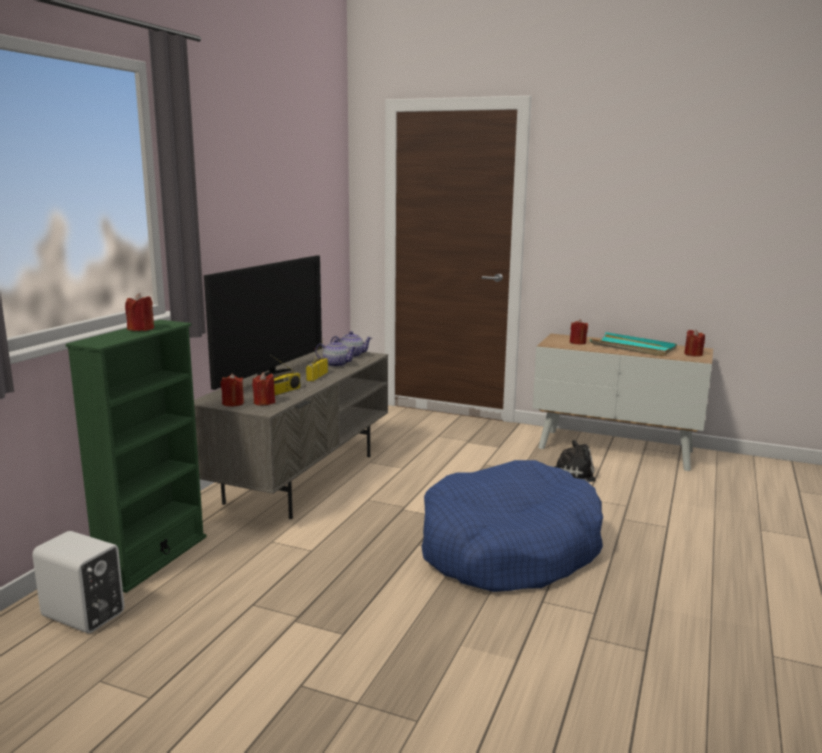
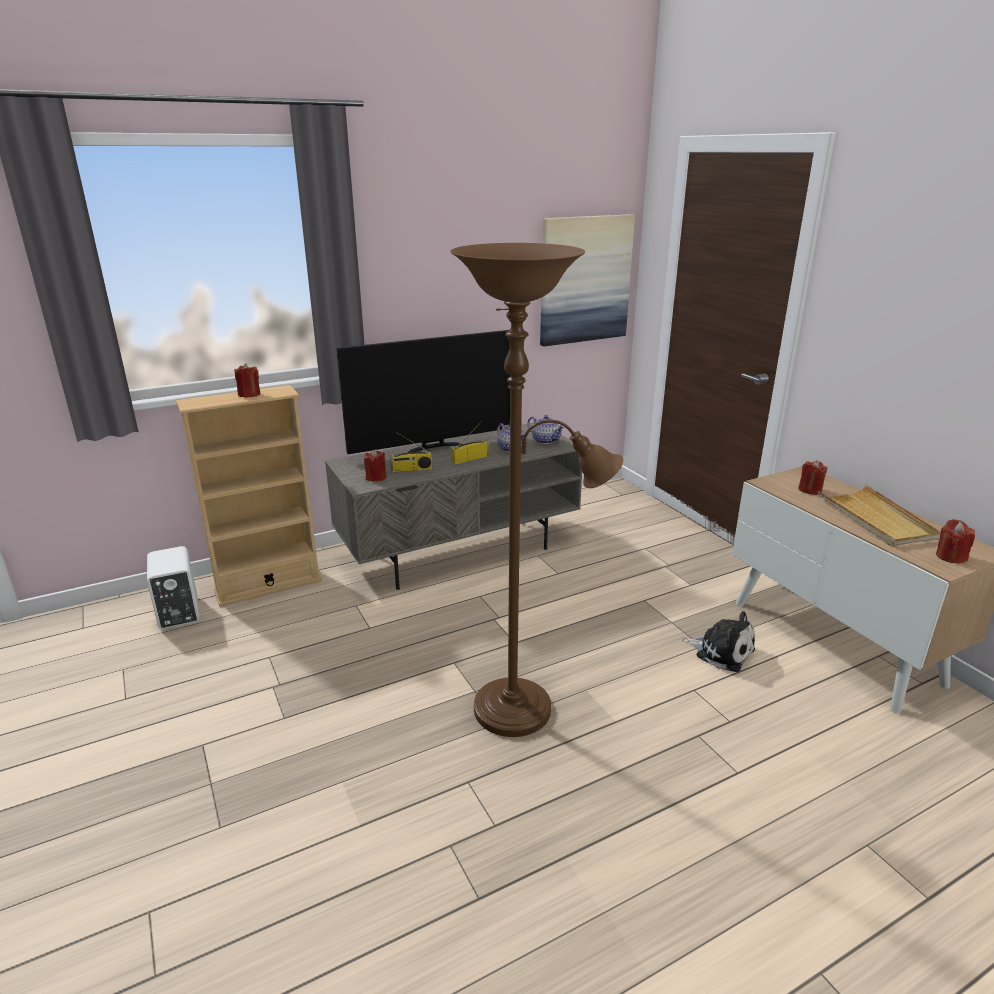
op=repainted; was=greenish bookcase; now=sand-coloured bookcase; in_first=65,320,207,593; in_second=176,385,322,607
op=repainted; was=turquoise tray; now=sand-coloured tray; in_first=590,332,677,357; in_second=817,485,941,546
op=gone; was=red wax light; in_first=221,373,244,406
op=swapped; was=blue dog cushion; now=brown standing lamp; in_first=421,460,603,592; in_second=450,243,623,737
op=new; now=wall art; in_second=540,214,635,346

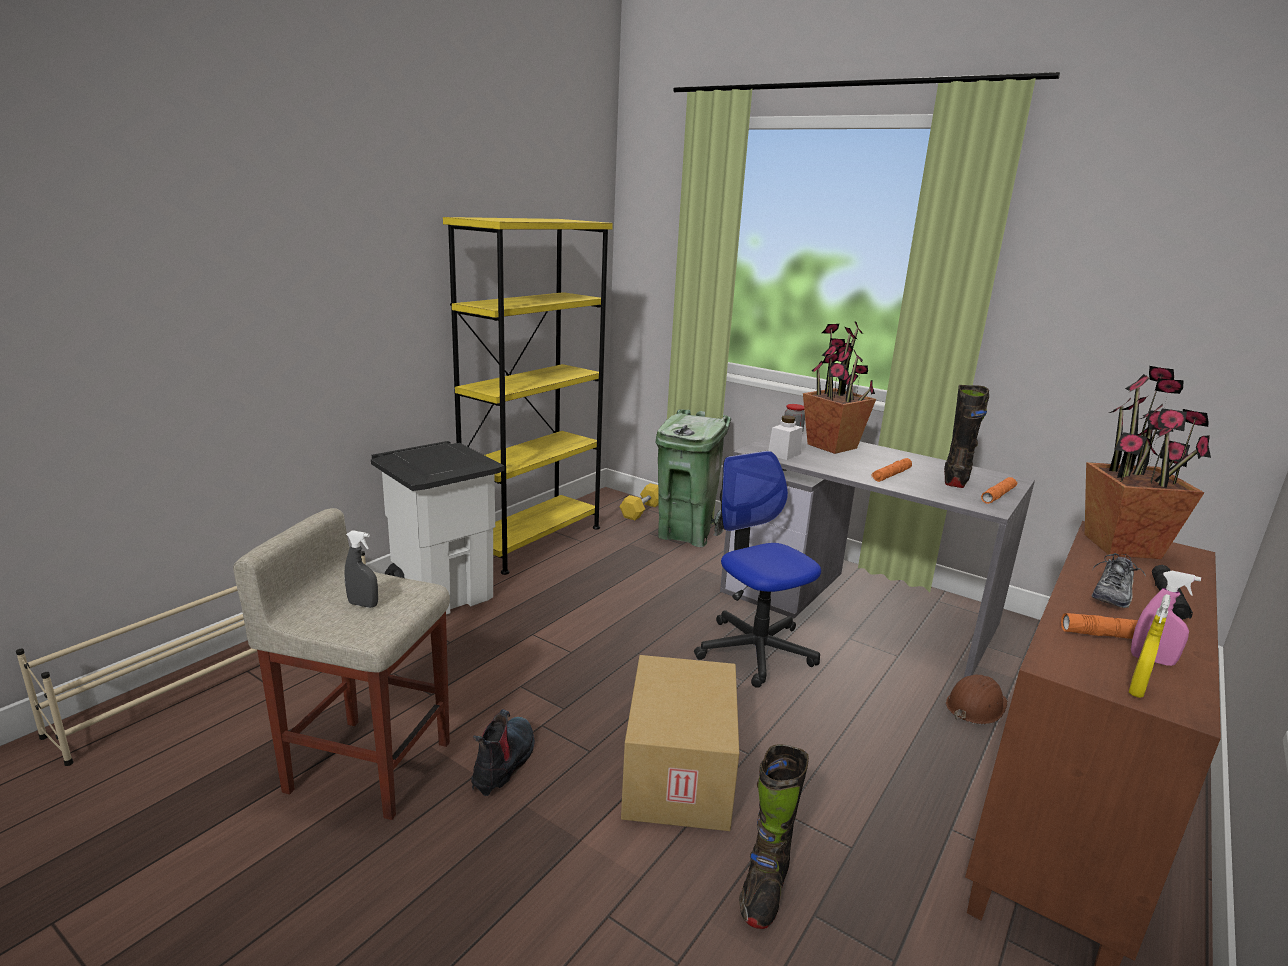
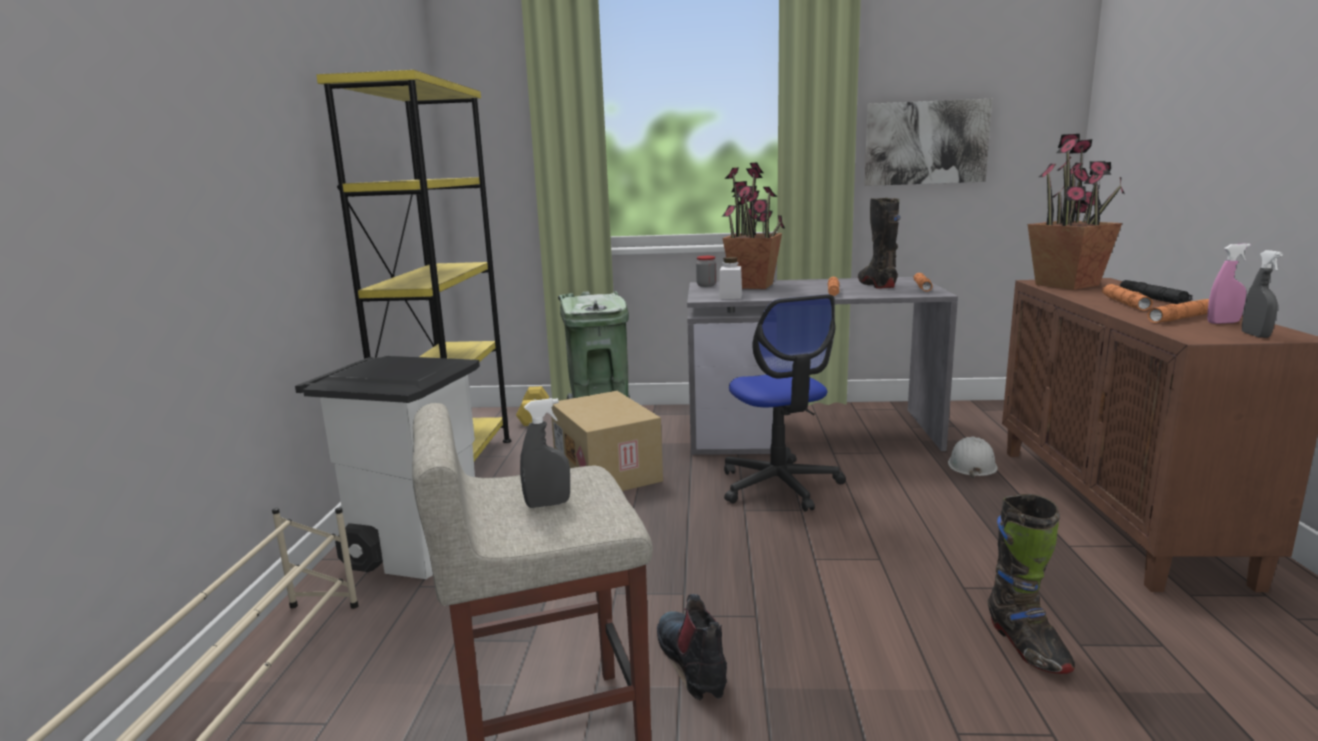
op=rotated; was=office chair; in_first=694,451,821,688; in_second=724,294,846,512; clockwise=-135
op=swapped; was=low shoe; now=orangey hand torch; in_first=1092,553,1146,608; in_second=1102,284,1153,311
op=repainted; was=yellowish sprayer; now=grey sprayer; in_first=1129,594,1171,698; in_second=1242,250,1283,338
op=shifted; was=carton; in_first=621,655,739,831; in_second=551,391,663,491
op=repainted; was=brown hard hat; now=white-coloured hard hat; in_first=945,675,1008,724; in_second=948,437,998,478
op=new; now=wall art; in_second=864,99,992,186

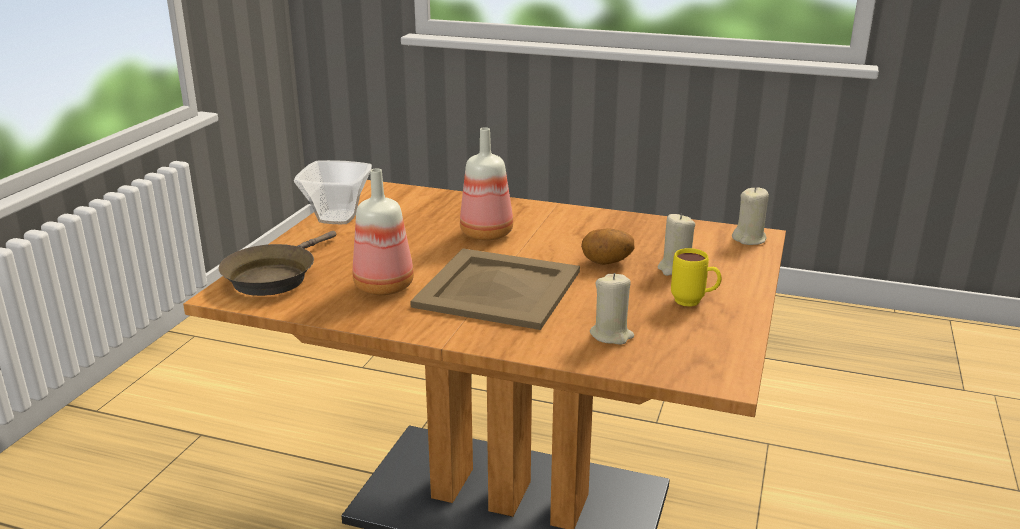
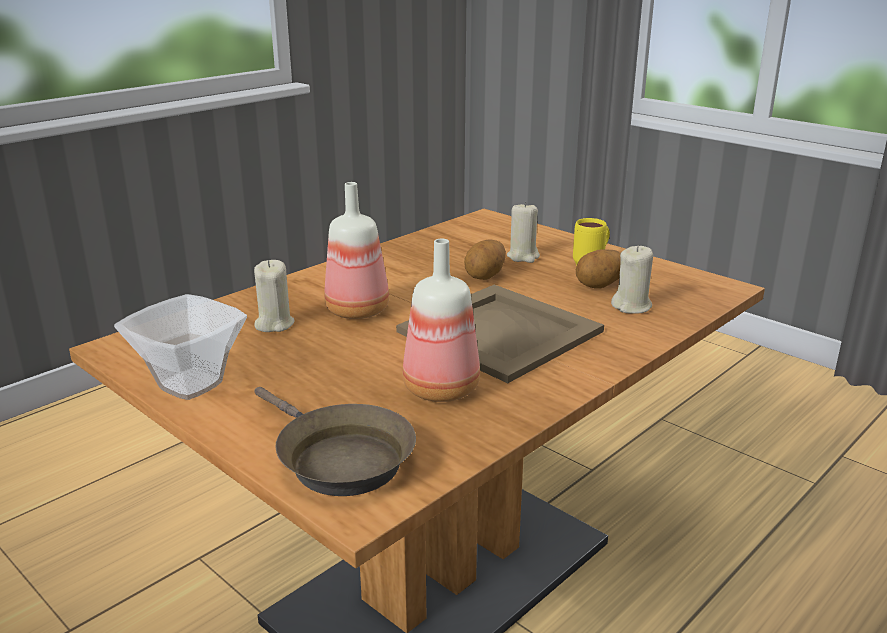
op=shifted; was=sand-coloured wax light; in_first=732,187,769,245; in_second=254,260,295,332
op=new; now=whole potato; in_second=576,249,621,289

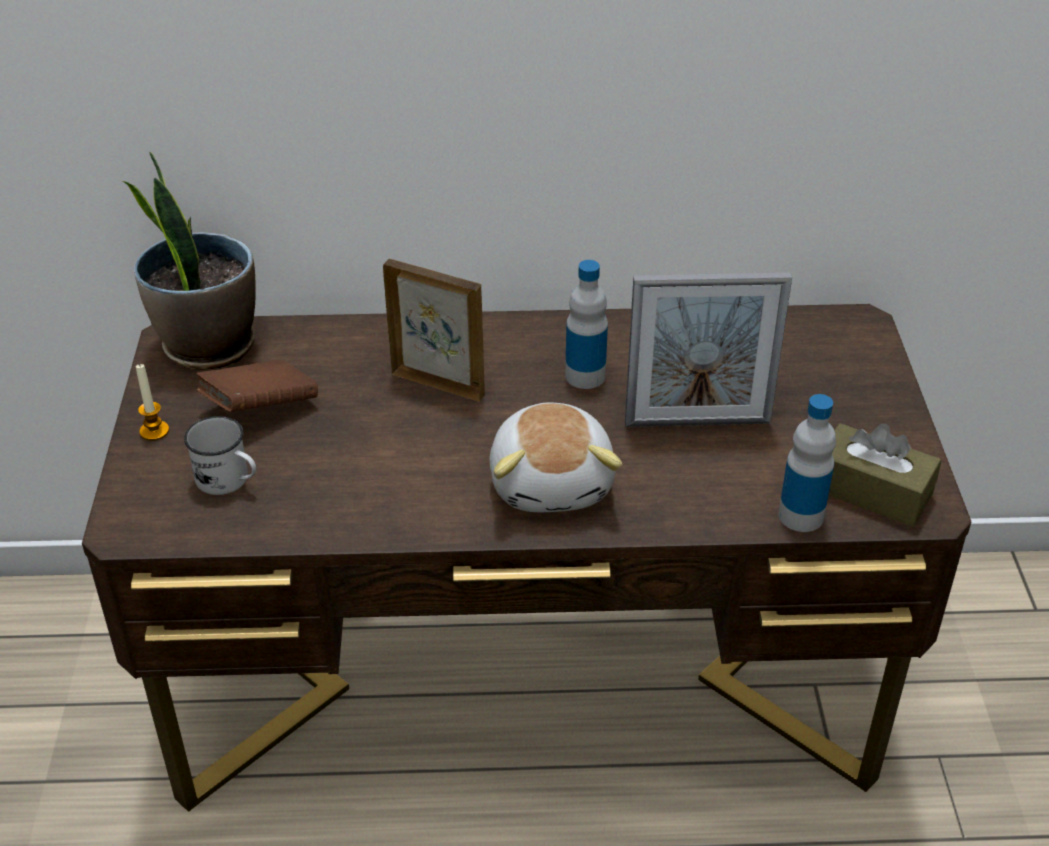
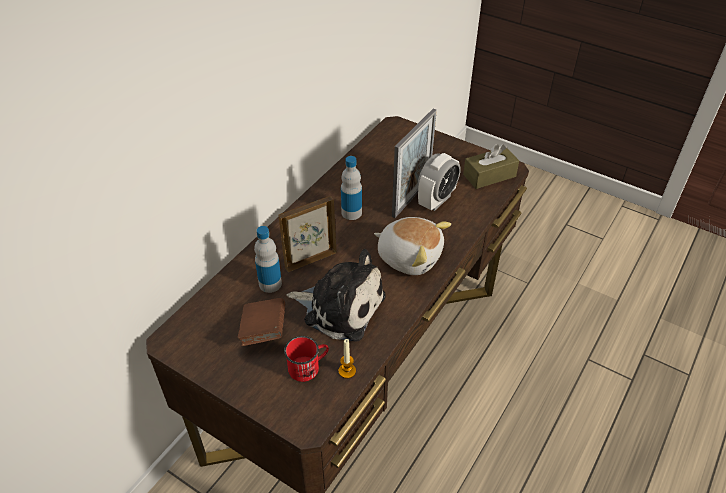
op=gone; was=houseplant; in_first=123,151,256,370
op=shifted; was=wax light; in_first=136,363,169,441; in_second=339,339,356,379
op=shifted; was=bottle; in_first=778,394,836,532; in_second=254,226,282,293
op=repainted; was=white-coloured tea mug; now=red tea mug; in_first=184,416,257,495; in_second=284,336,329,382
op=new; now=bedside clock; in_second=418,153,461,211
op=new; now=plush toy; in_second=287,249,386,342

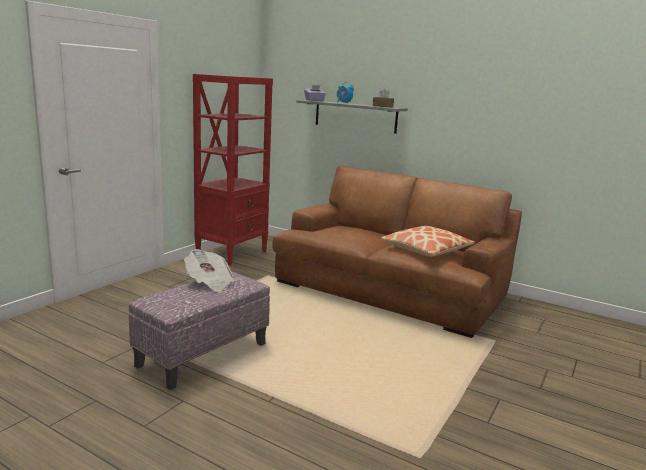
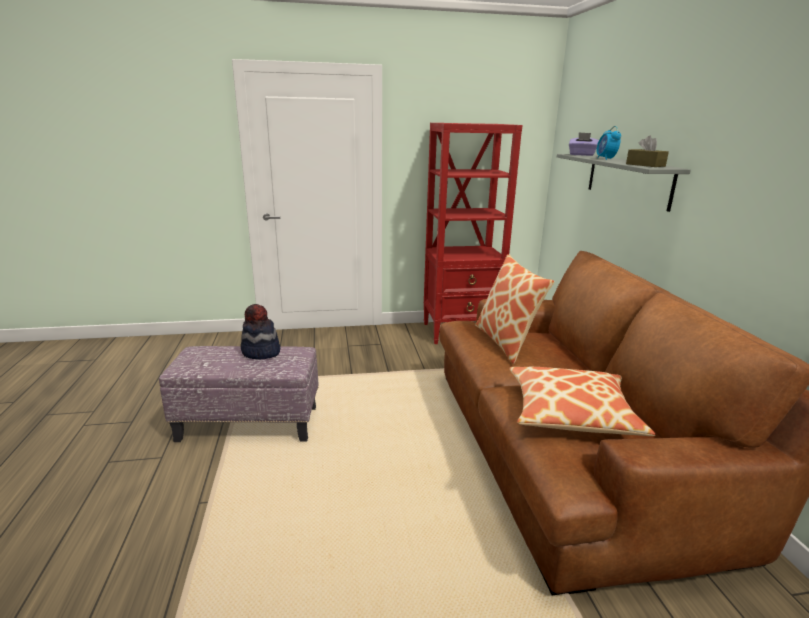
op=swapped; was=printed paper; now=clothing hat; in_first=184,249,235,292; in_second=240,304,280,359
op=new; now=cushion; in_second=475,254,554,364

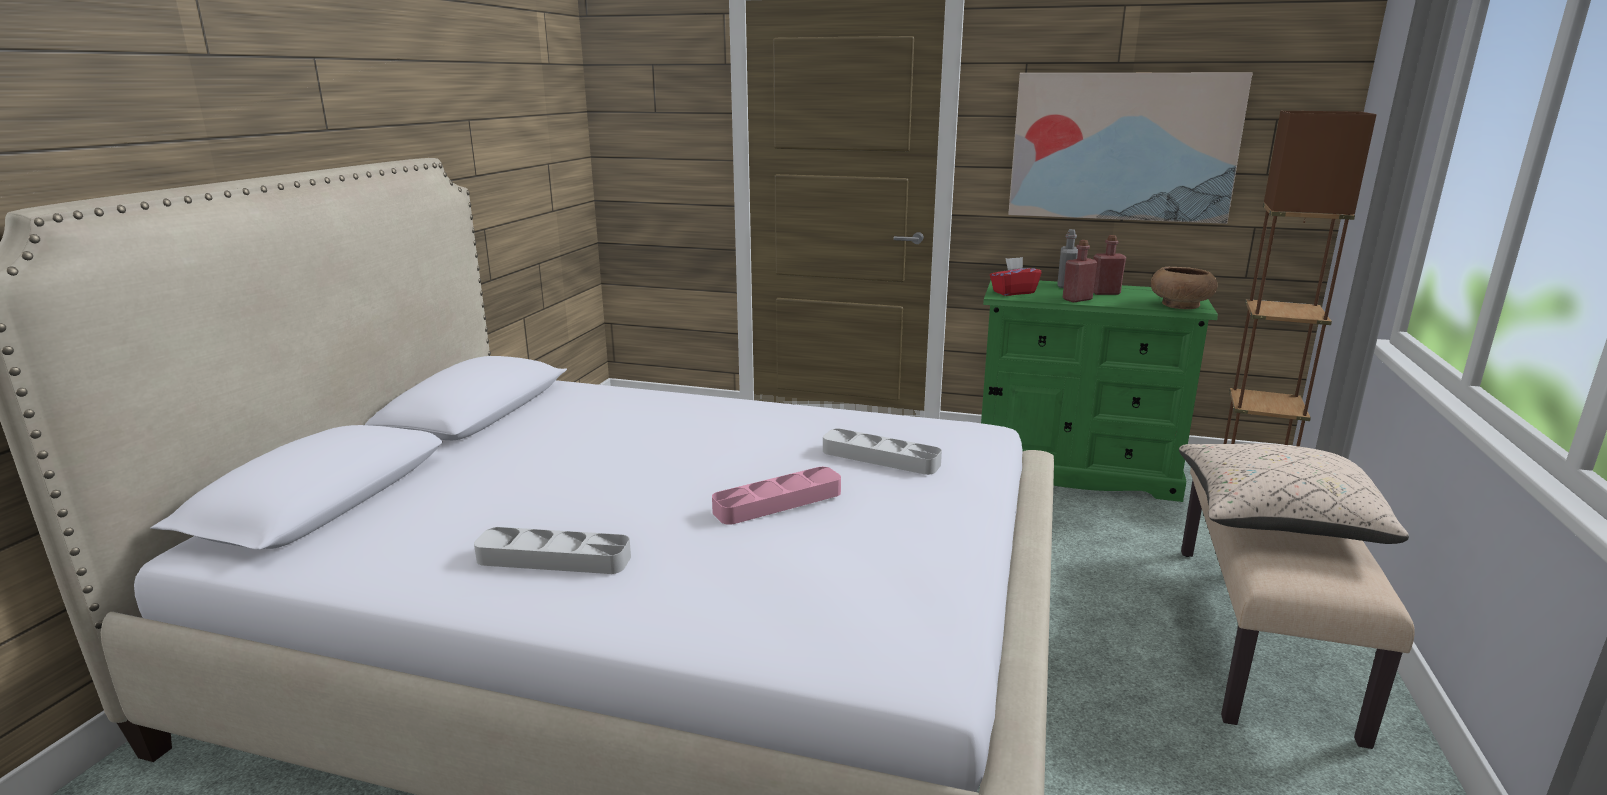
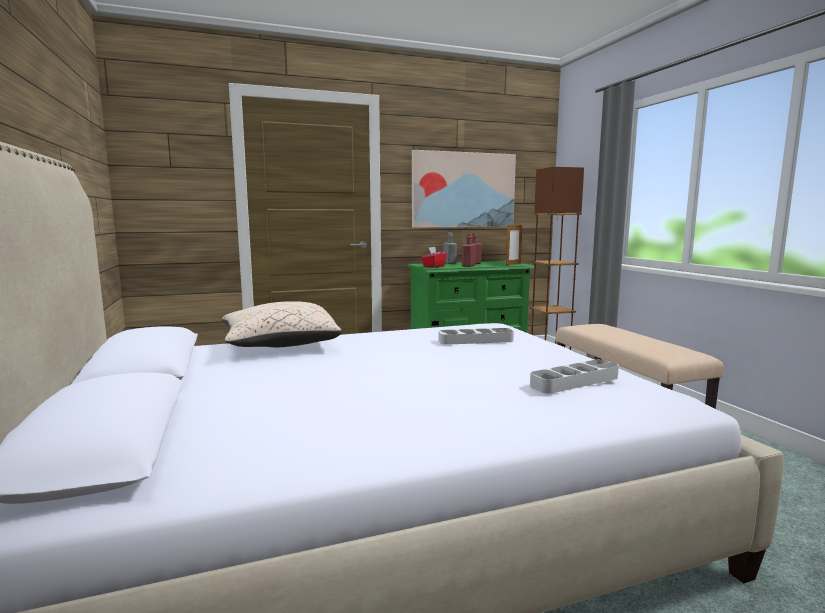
op=swapped; was=brown serving bowl; now=standing frame; in_first=1151,267,1218,309; in_second=506,225,522,265
op=shifted; was=sand-coloured cushion; in_first=1179,443,1409,544; in_second=222,301,342,347
op=gone; was=pink-coloured tray; in_first=712,467,841,525
op=shifted; was=grey tray; in_first=474,527,631,574; in_second=530,359,619,394

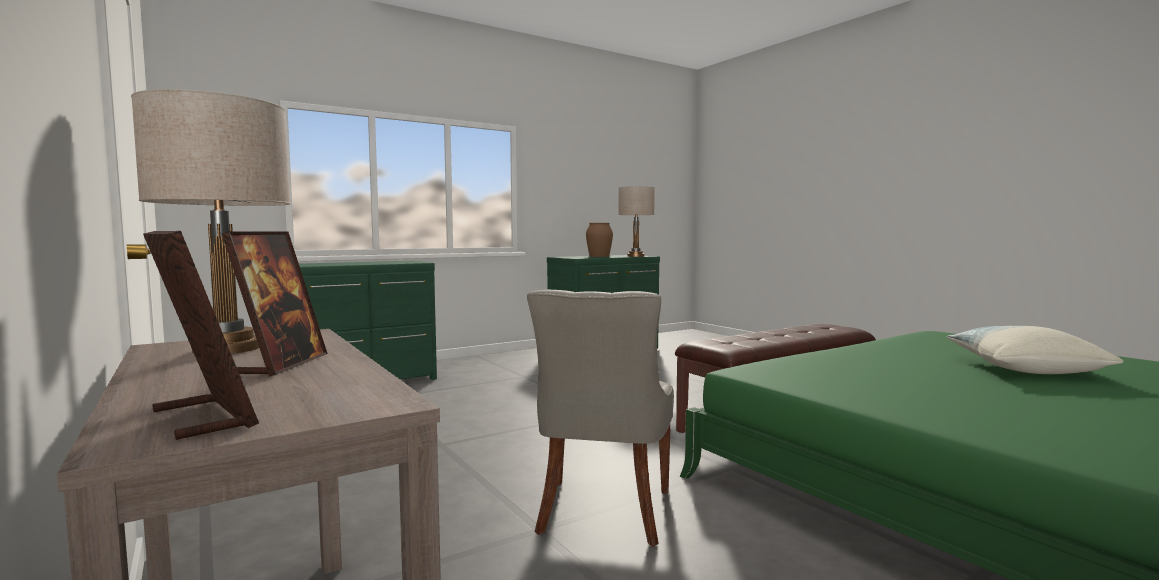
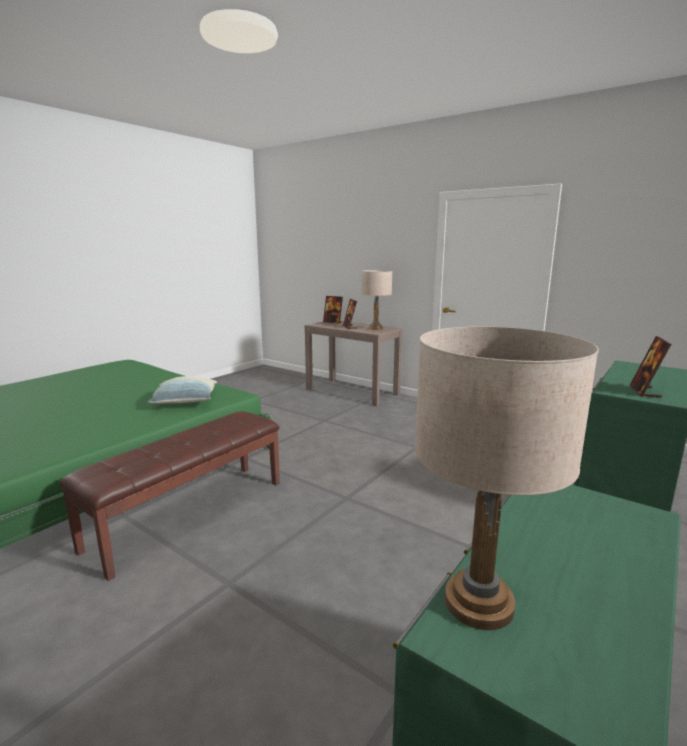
op=gone; was=brown vase; in_first=586,223,613,257
op=gone; was=grey plain chair; in_first=527,290,674,546
op=shifted; was=cushion; in_first=947,326,1123,374; in_second=148,376,217,404
op=new; now=standing frame; in_second=630,336,671,397

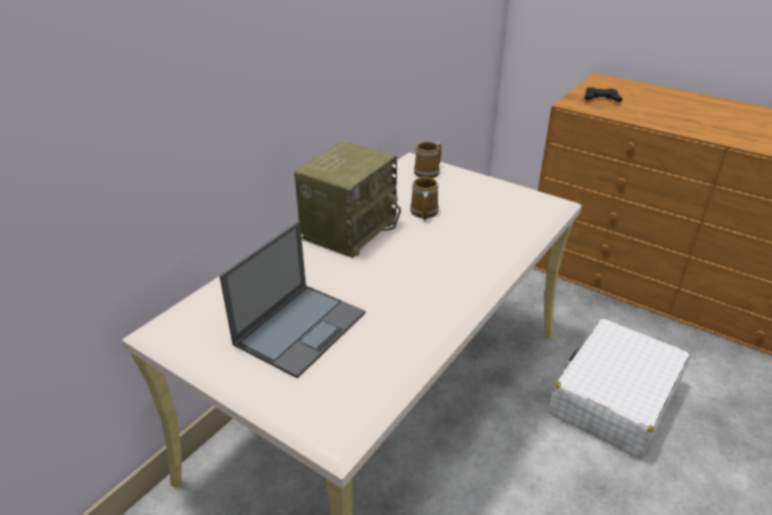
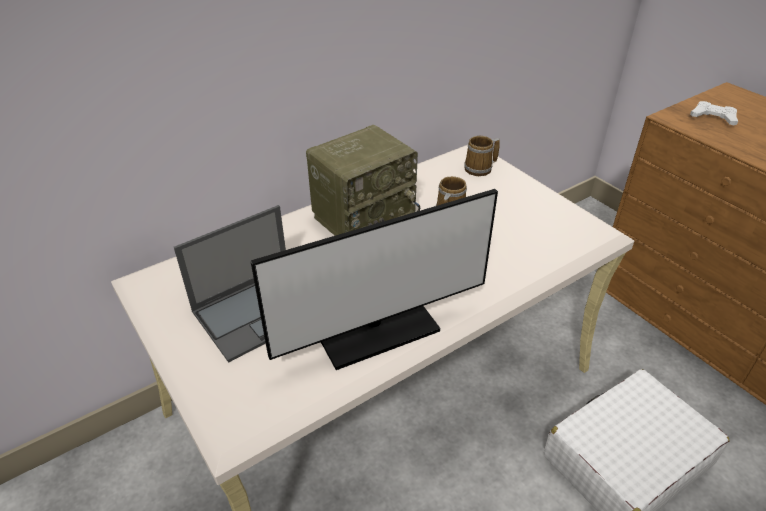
op=repainted; was=black joypad; now=white-coloured joypad; in_first=584,87,623,102; in_second=690,101,738,126
op=new; now=computer screen; in_second=251,189,498,370

